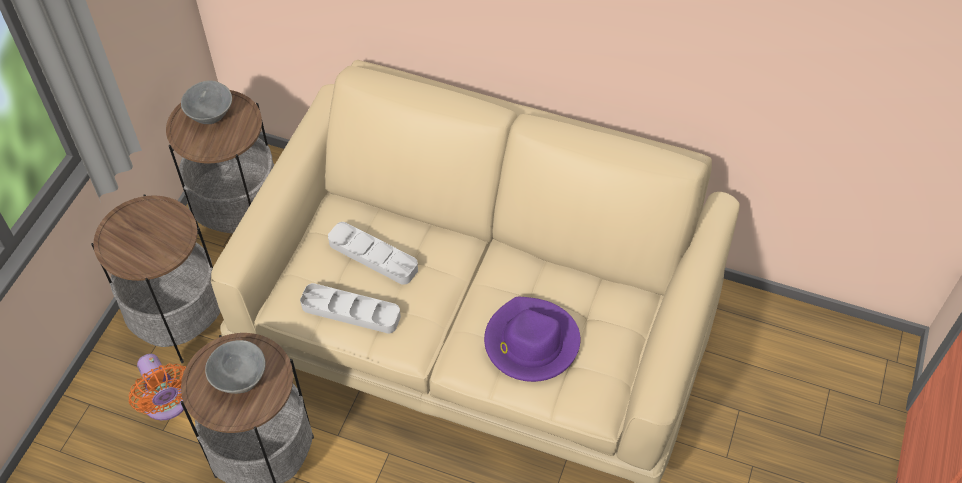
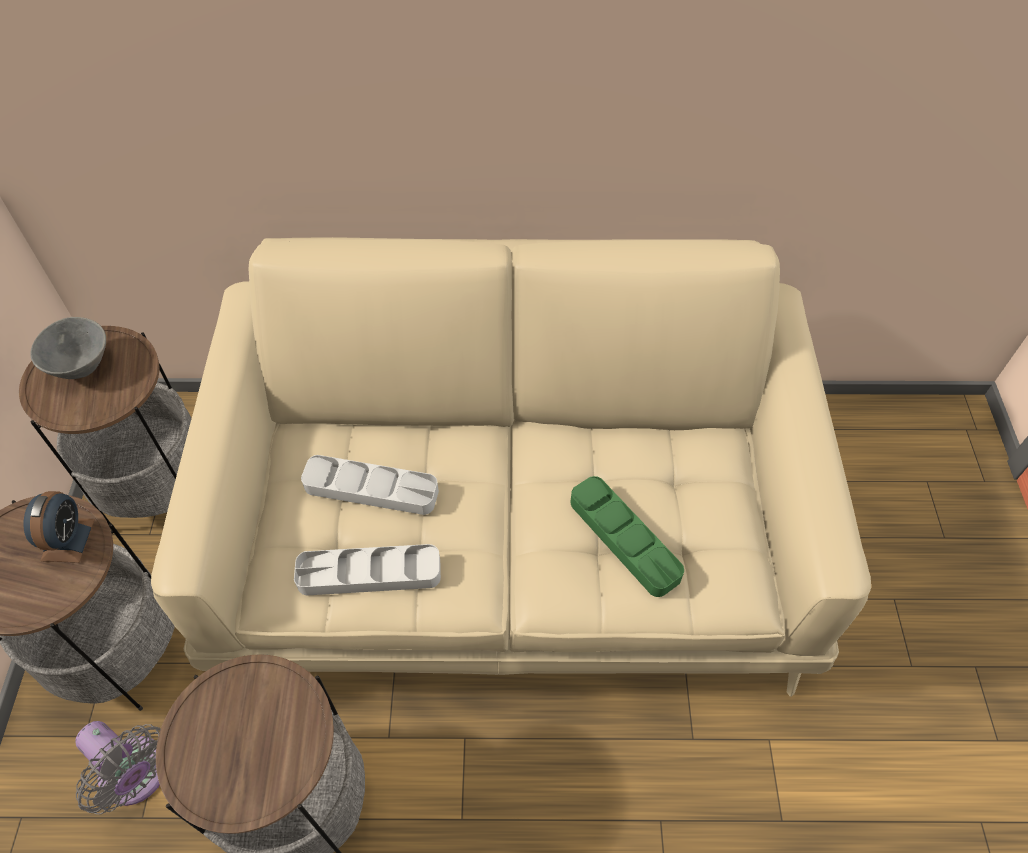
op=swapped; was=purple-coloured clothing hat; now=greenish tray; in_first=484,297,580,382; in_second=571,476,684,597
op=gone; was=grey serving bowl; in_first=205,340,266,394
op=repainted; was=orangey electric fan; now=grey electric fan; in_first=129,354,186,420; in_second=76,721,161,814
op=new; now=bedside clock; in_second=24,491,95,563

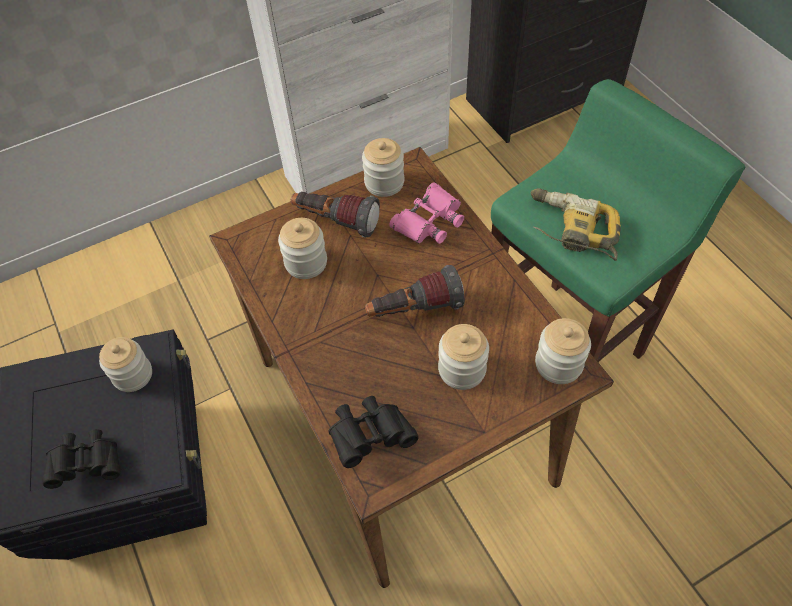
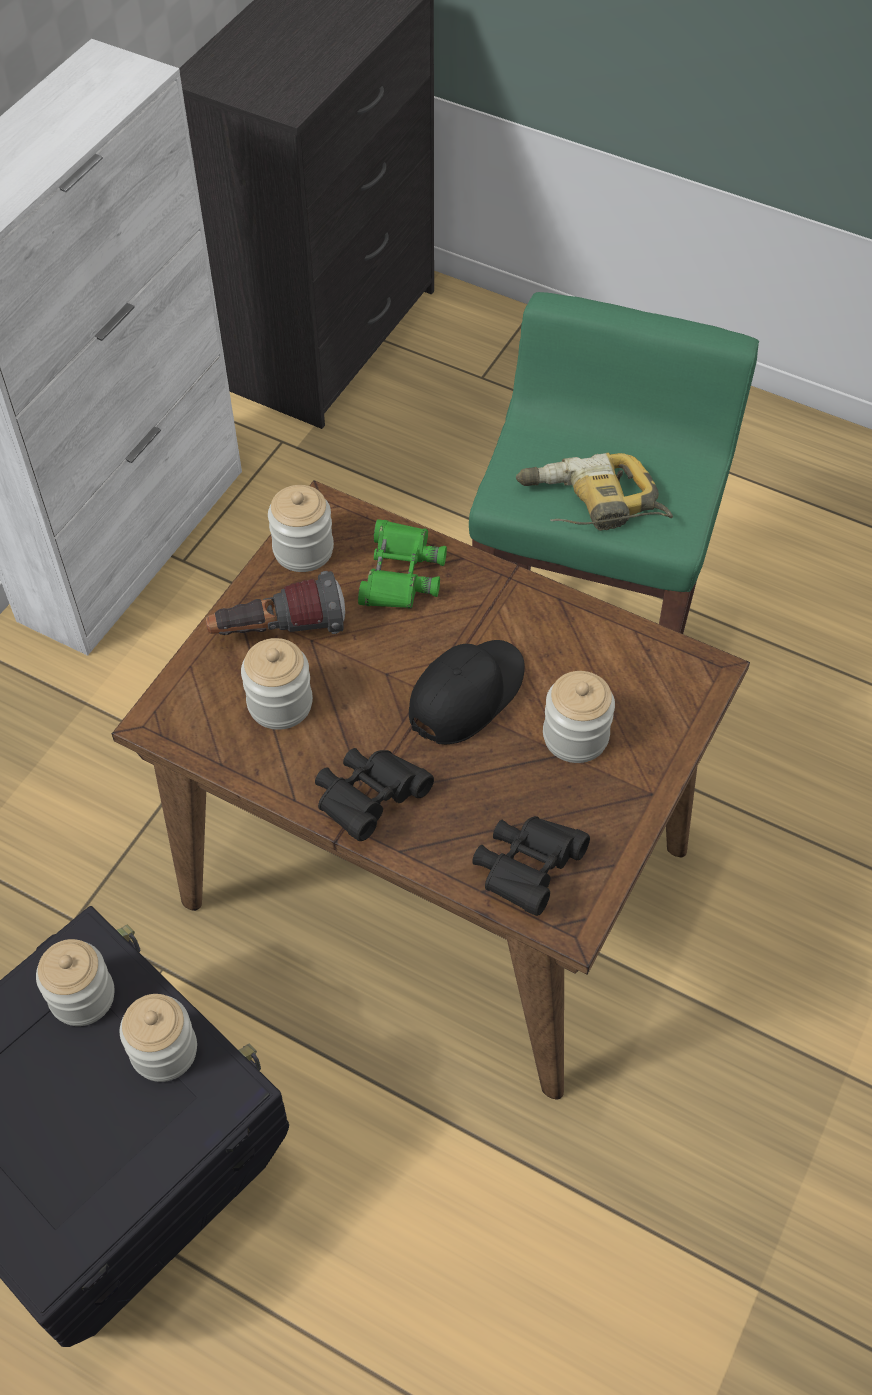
op=repainted; was=pink-coloured pair of binoculars; now=greenish pair of binoculars; in_first=389,182,464,244; in_second=358,519,447,608
op=swapped; was=hand torch; now=black cap; in_first=365,265,464,317; in_second=409,640,525,744
op=shifted; was=storage jar; in_first=535,318,591,384; in_second=120,994,197,1082
op=shifted; was=black pair of binoculars; in_first=42,429,120,489; in_second=315,748,434,841

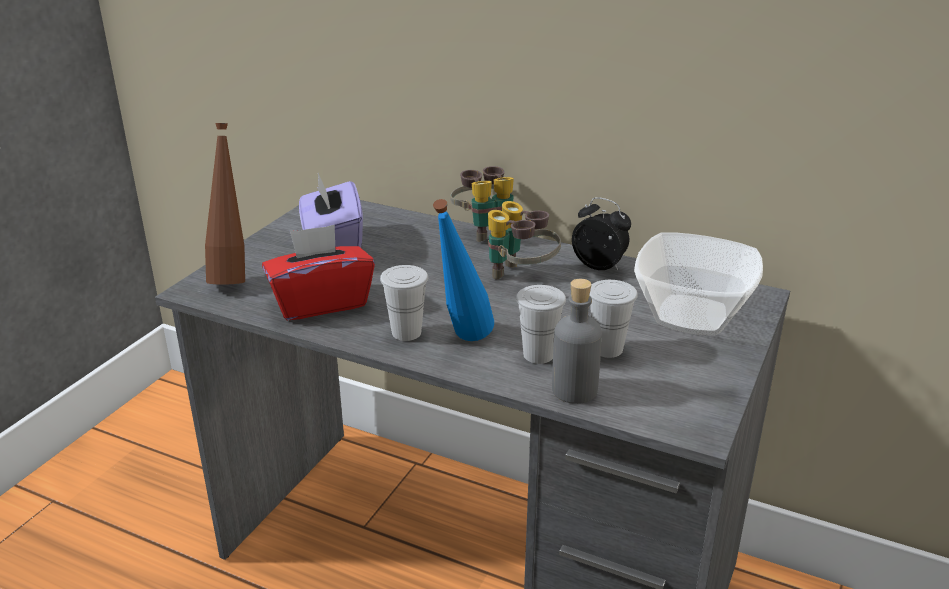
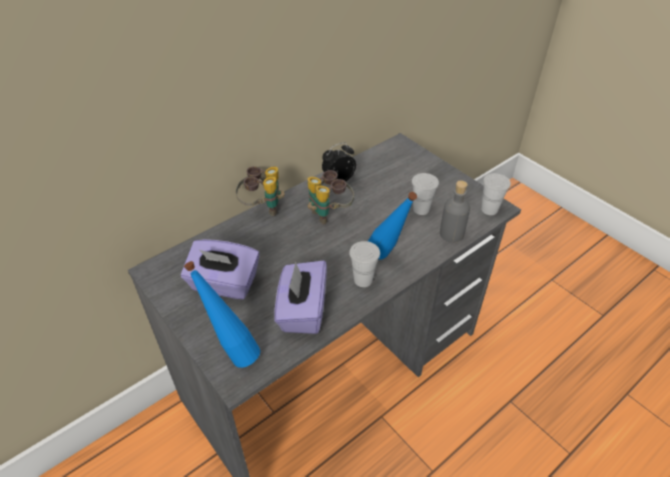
op=repainted; was=brown bottle; now=blue bottle; in_first=205,123,245,285; in_second=184,261,260,368
op=repainted; was=red tissue holder; now=purple-coloured tissue holder; in_first=262,225,375,320; in_second=274,260,327,334
op=gone; was=serving bowl; in_first=634,233,763,335
op=shifted; was=white-coloured small cup; in_first=516,285,566,364; in_second=481,173,511,215

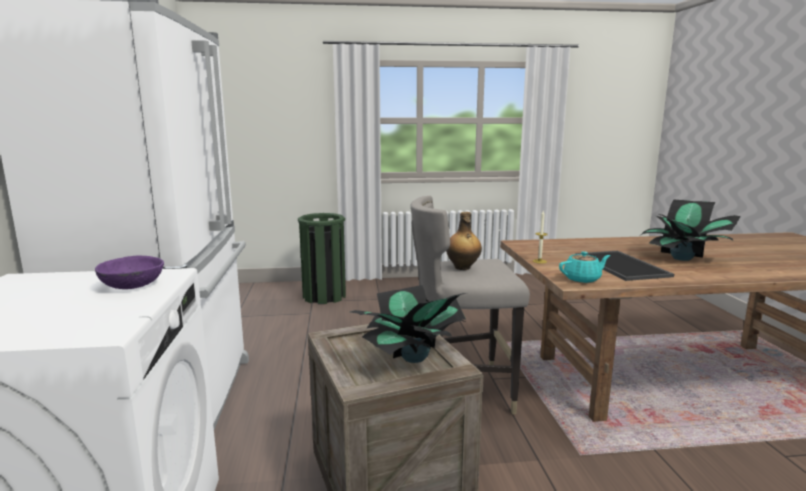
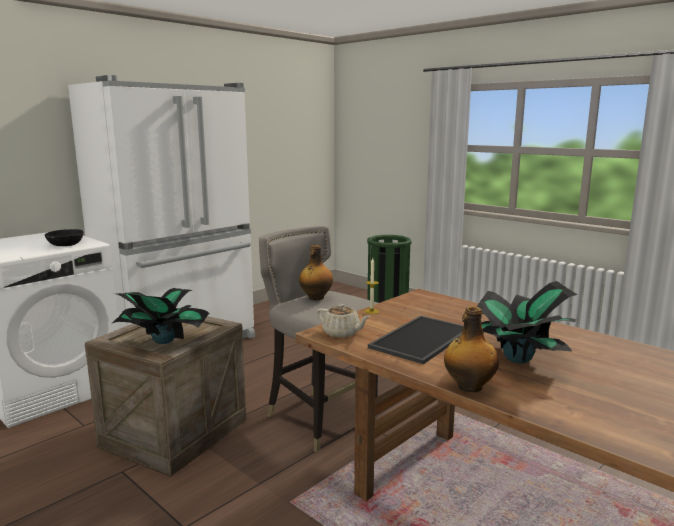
op=repainted; was=turquoise pot for tea; now=sand-coloured pot for tea; in_first=559,251,610,283; in_second=317,304,371,338
op=repainted; was=purple-coloured serving bowl; now=black serving bowl; in_first=95,256,164,289; in_second=45,229,84,246
op=new; now=bottle; in_second=444,306,499,392

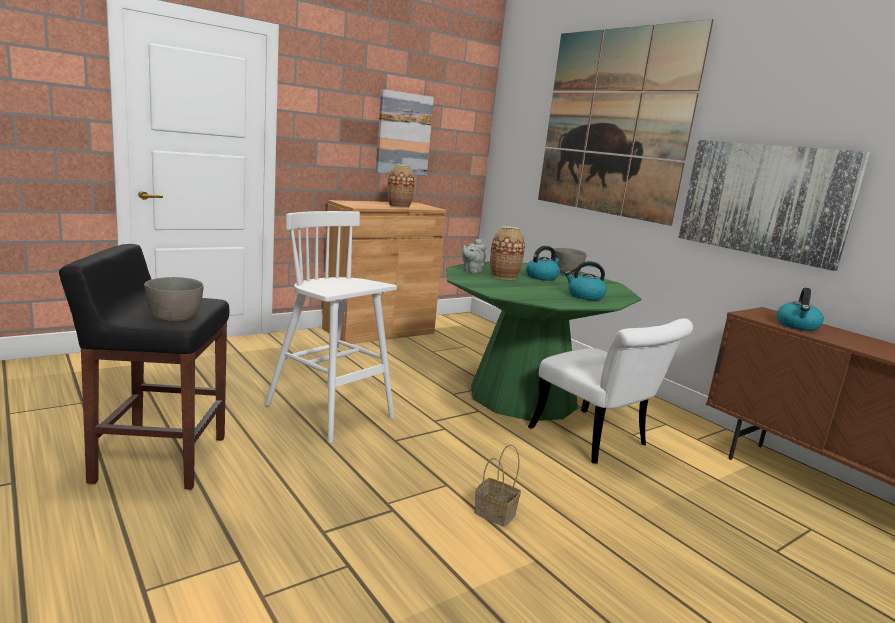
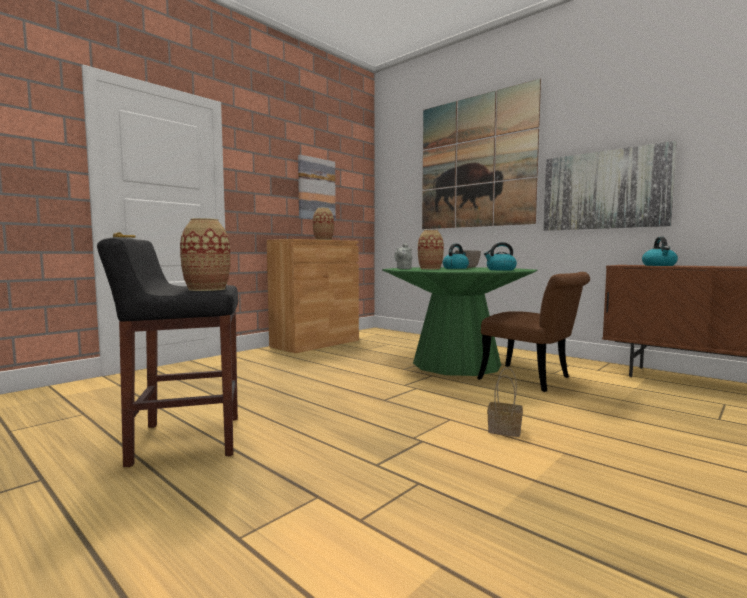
op=gone; was=white-coloured stool seat; in_first=265,211,397,443
op=swapped; was=grey serving bowl; now=vase; in_first=144,277,204,322; in_second=180,218,230,291
op=repainted; was=white-coloured plain chair; now=brown plain chair; in_first=528,319,693,464; in_second=477,272,590,392

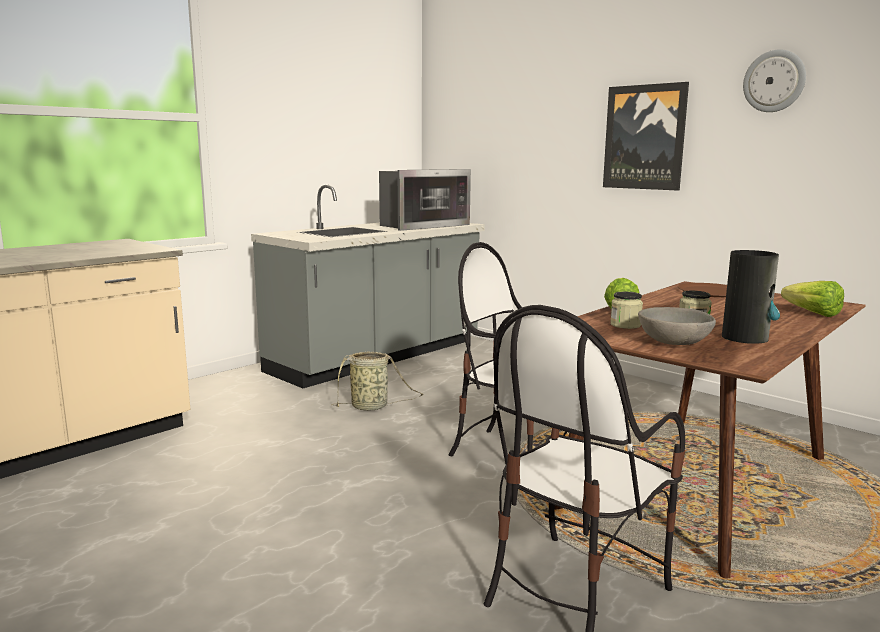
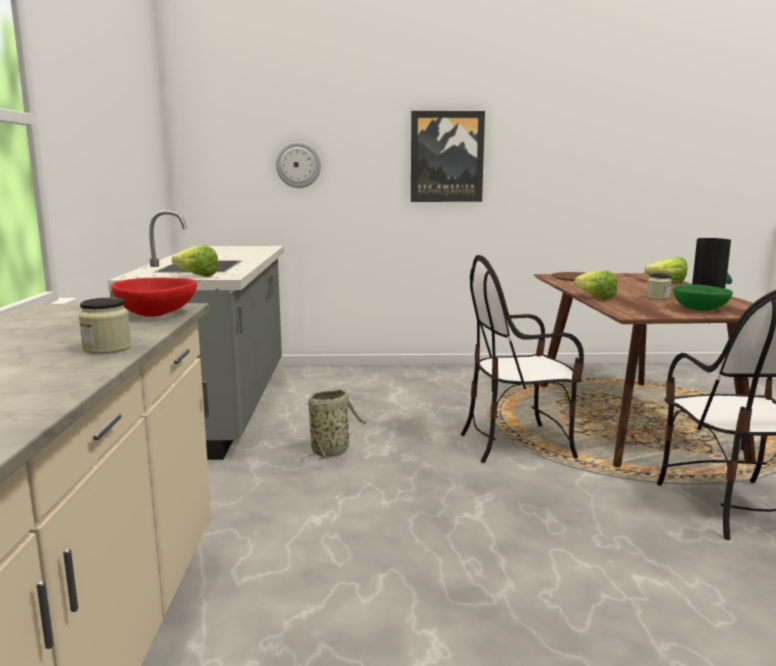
op=shifted; was=hanging clock; in_first=743,49,806,112; in_second=276,142,321,188
op=gone; was=microwave; in_first=379,169,471,231
op=shifted; was=storage jar; in_first=610,292,643,329; in_second=78,297,131,354
op=repainted; was=grey serving bowl; now=greenish serving bowl; in_first=638,307,716,345; in_second=673,284,733,311
op=new; now=head of lettuce; in_second=172,245,219,277
op=new; now=red serving bowl; in_second=111,277,197,317

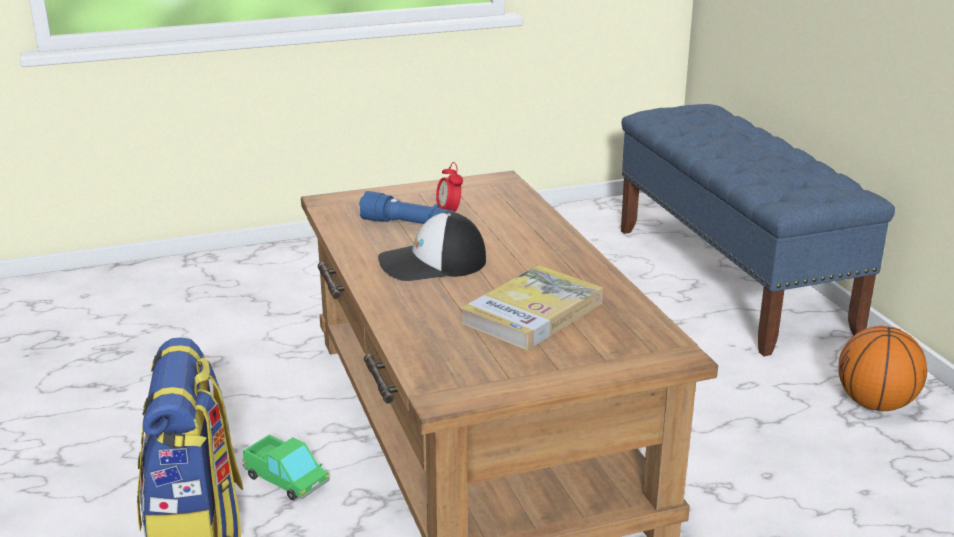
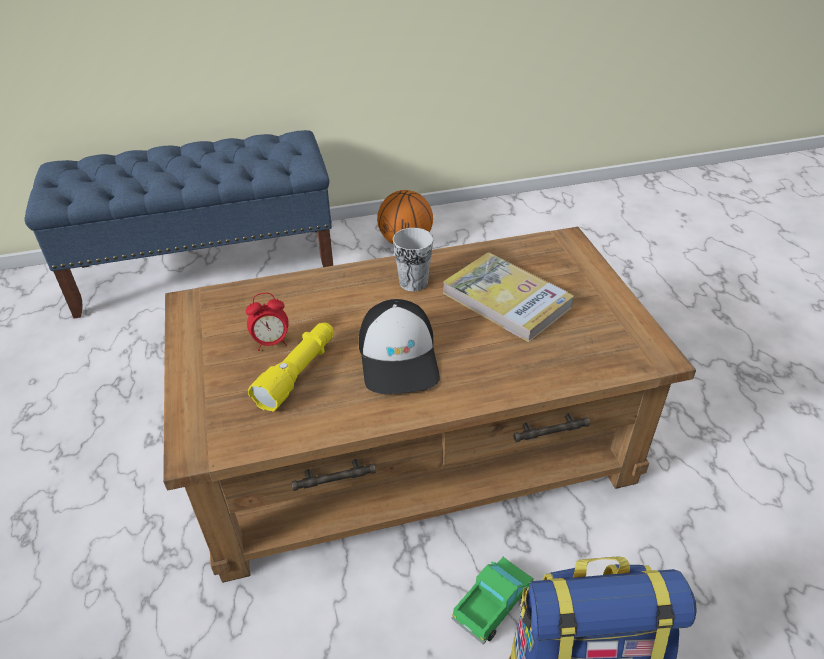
op=repainted; was=blue hand torch; now=yellowish hand torch; in_first=359,191,454,224; in_second=248,323,333,412
op=new; now=small cup; in_second=393,228,433,291

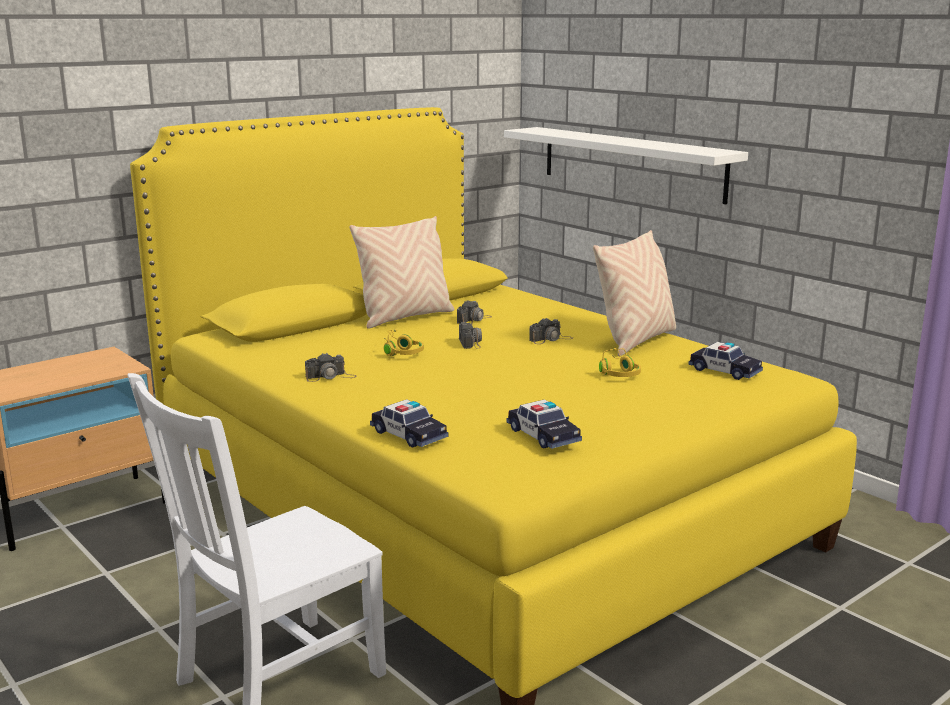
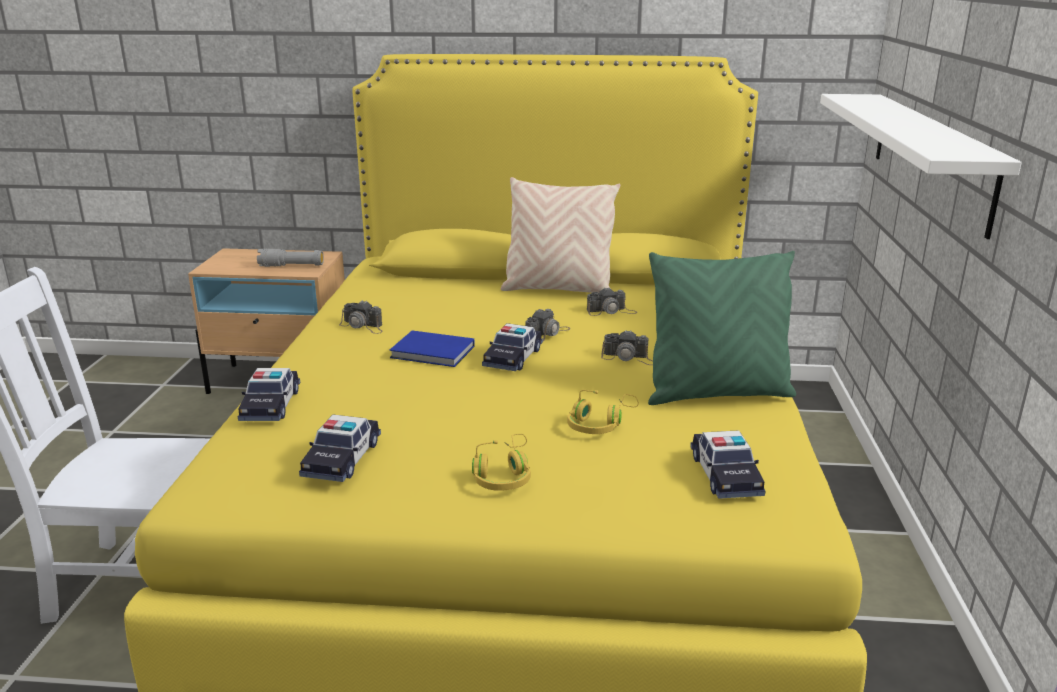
op=repainted; was=sand-coloured cushion; now=greenish cushion; in_first=593,230,676,356; in_second=648,251,796,405
op=shifted; was=yellowish pair of headphones; in_first=384,329,424,356; in_second=472,434,531,491
op=new; now=grey hand torch; in_second=257,248,324,267
op=new; now=miniature car; in_second=482,323,543,371
op=new; now=blue book; in_second=389,330,475,367

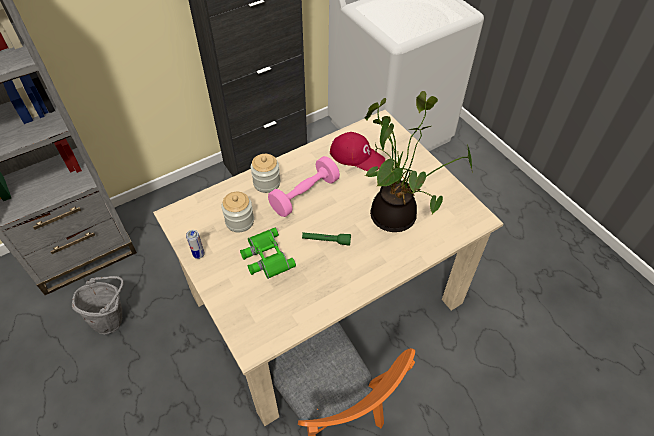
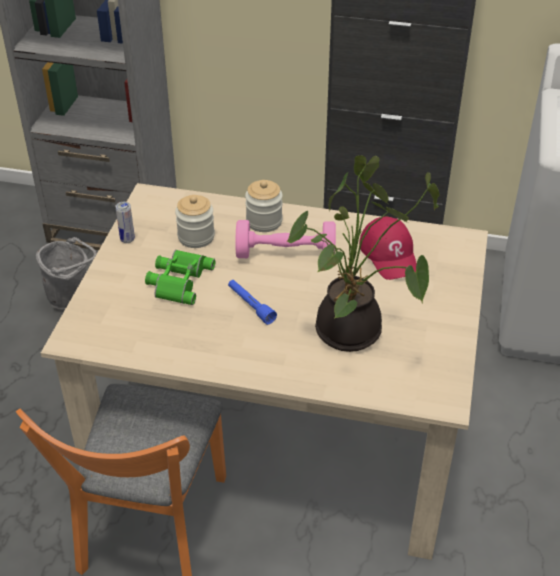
op=repainted; was=greenish hand torch; now=blue hand torch; in_first=302,232,351,246; in_second=228,280,277,325

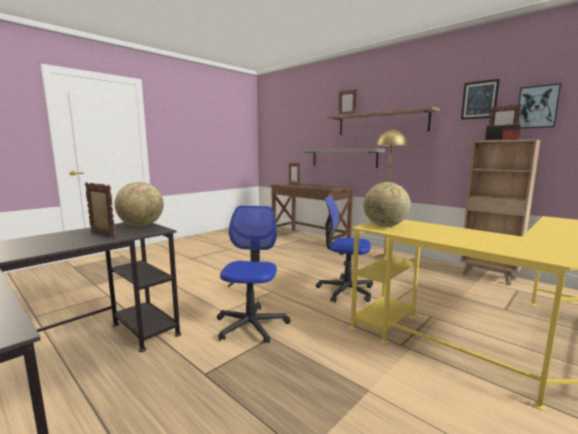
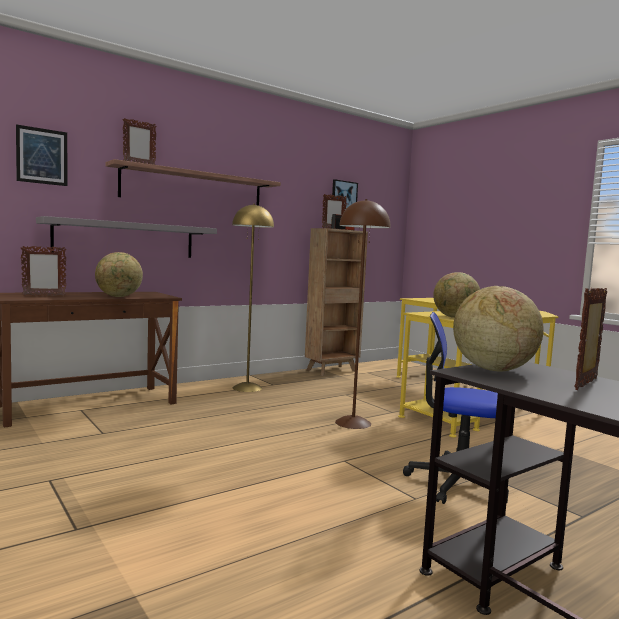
op=shifted; was=wall art; in_first=461,79,500,120; in_second=16,124,67,186
op=swapped; was=office chair; now=brown standing lamp; in_first=316,196,373,302; in_second=335,199,390,429
op=new; now=globe; in_second=95,252,143,297

